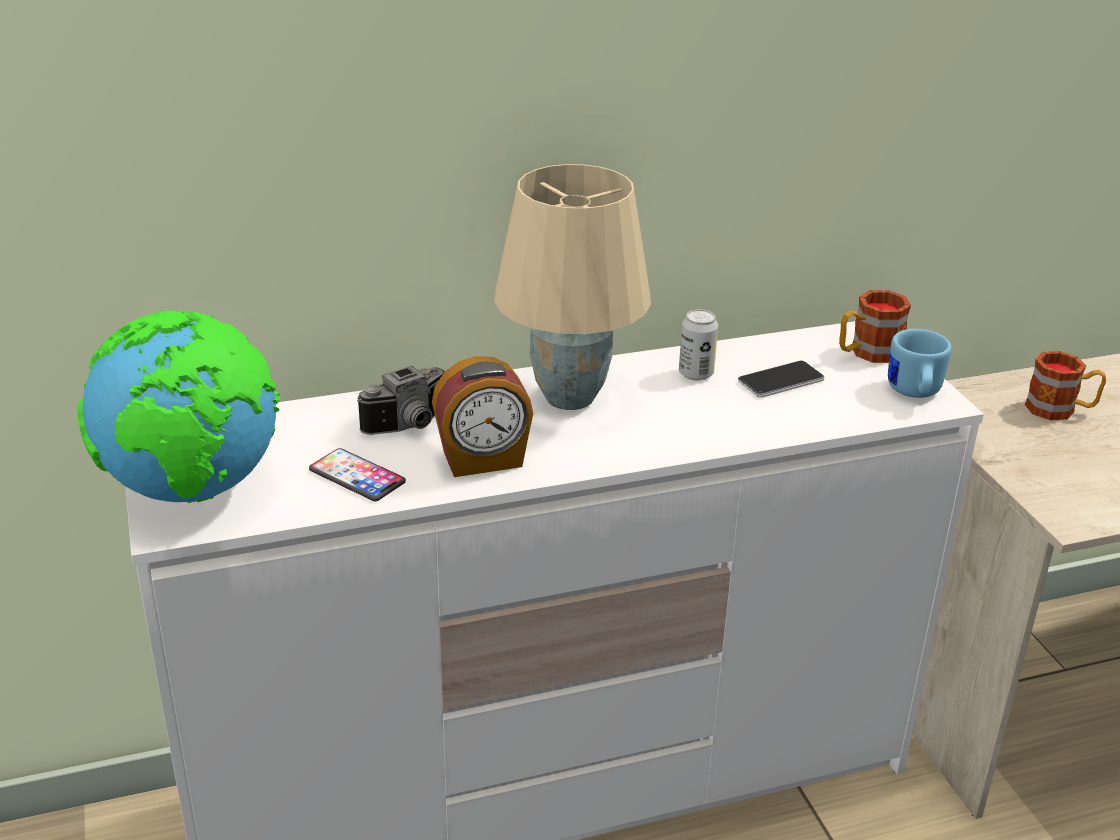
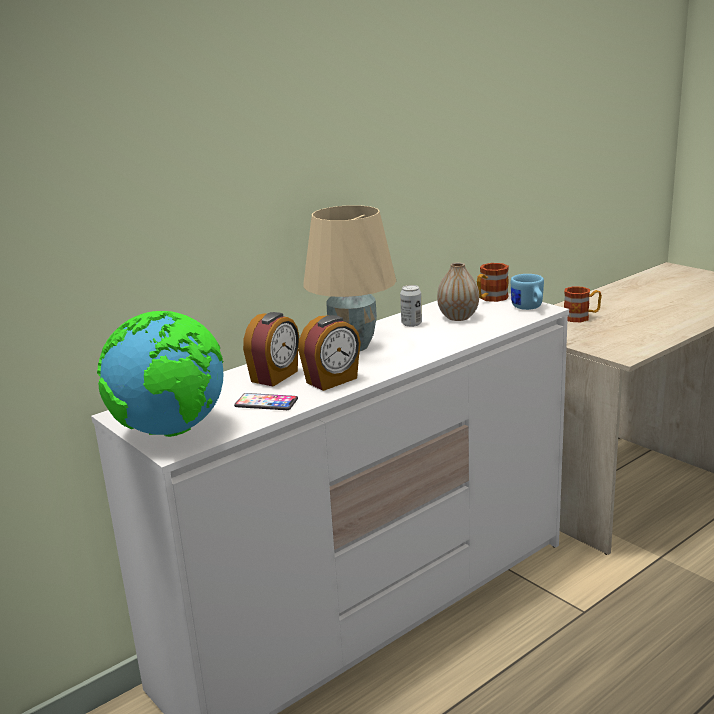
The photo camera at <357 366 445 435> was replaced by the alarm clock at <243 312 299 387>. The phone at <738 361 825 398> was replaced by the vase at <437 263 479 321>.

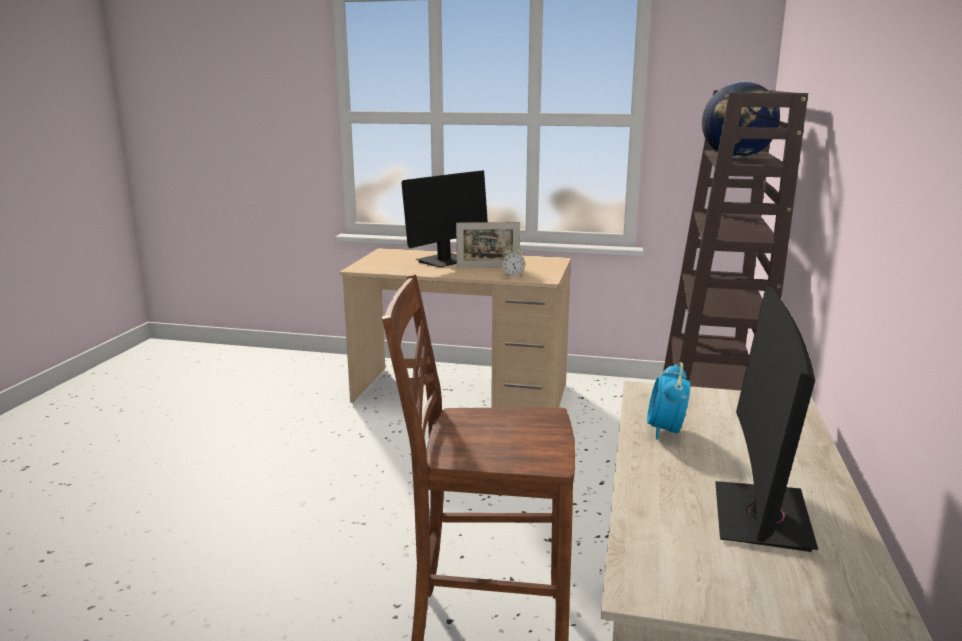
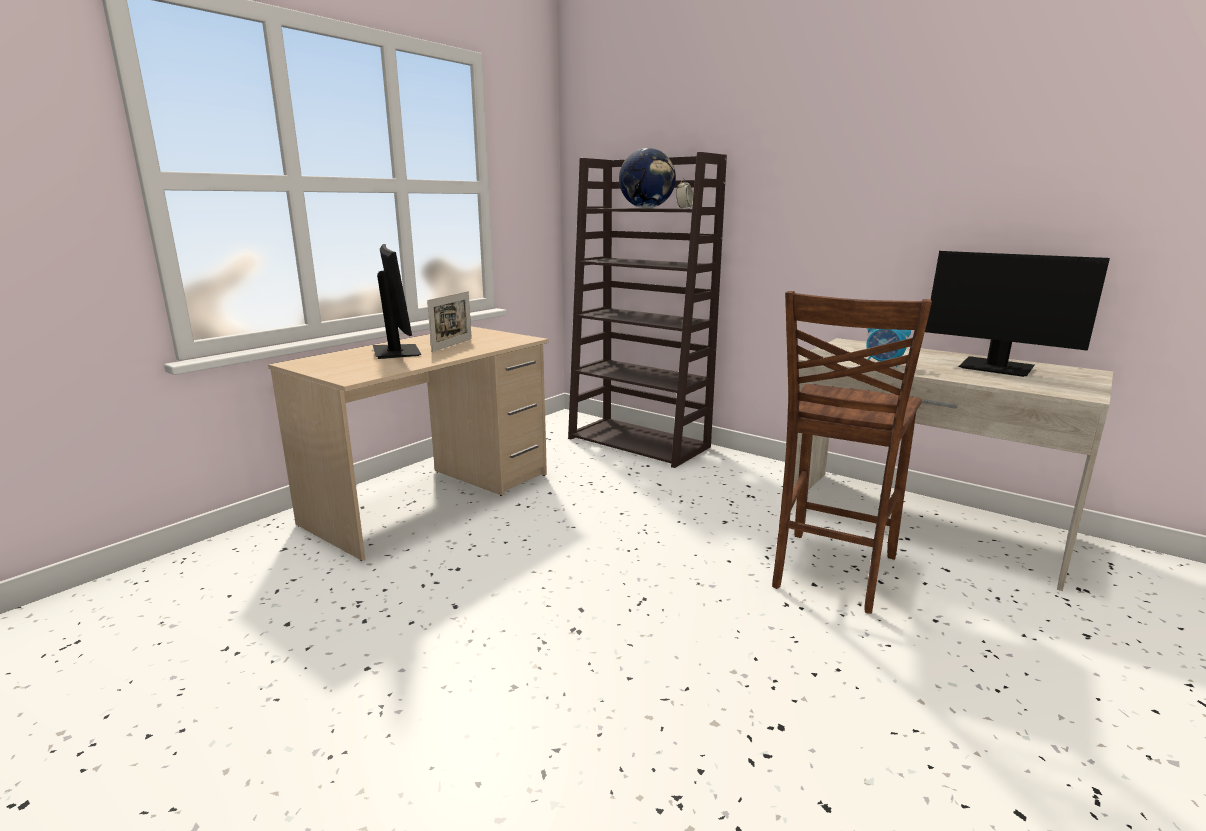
The alarm clock moved from <502 245 525 277> to <676 178 693 208>.

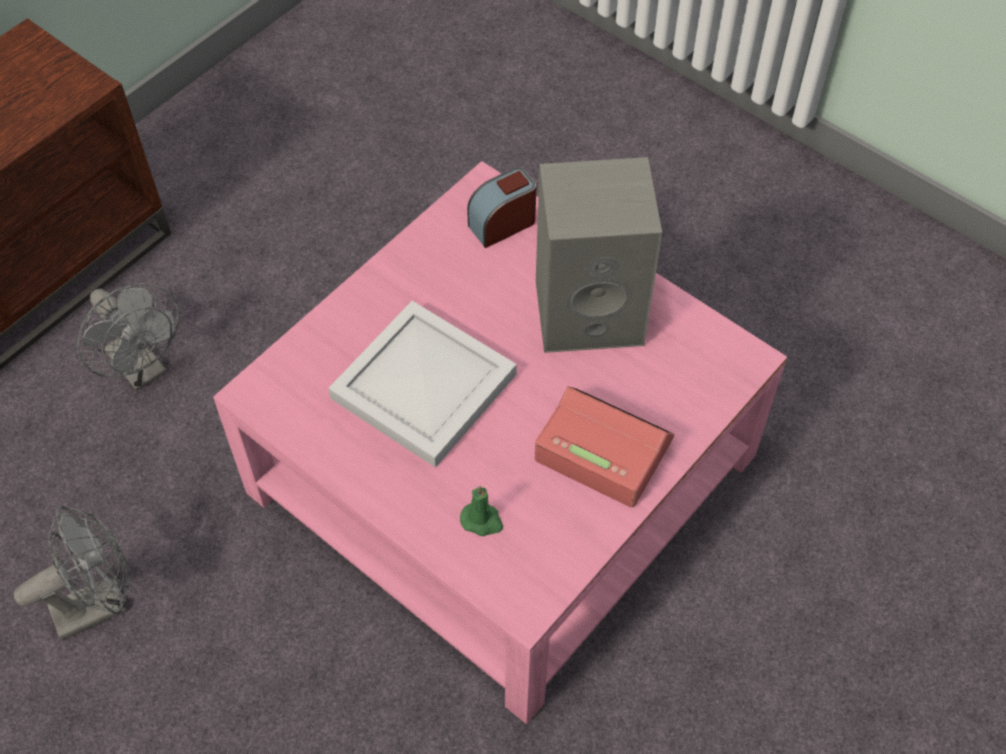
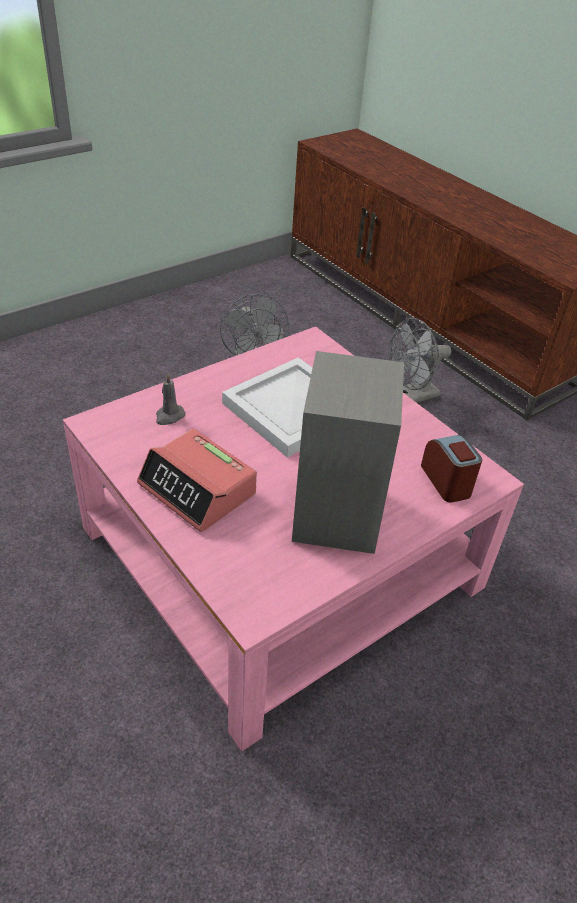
The candle (green) at <460 486 503 536> became the candle (grey) at <156 373 185 425>. The alarm clock at <535 386 674 508> turned 90 degrees clockwise.

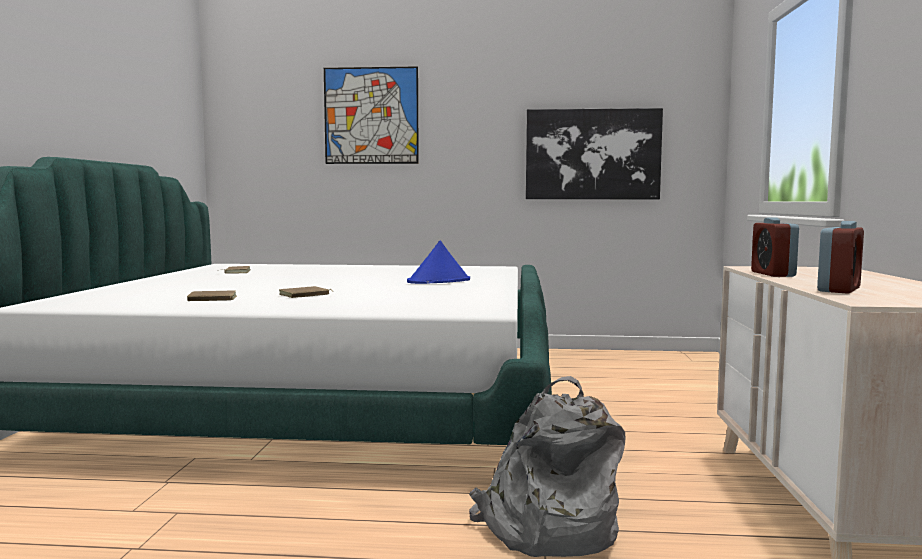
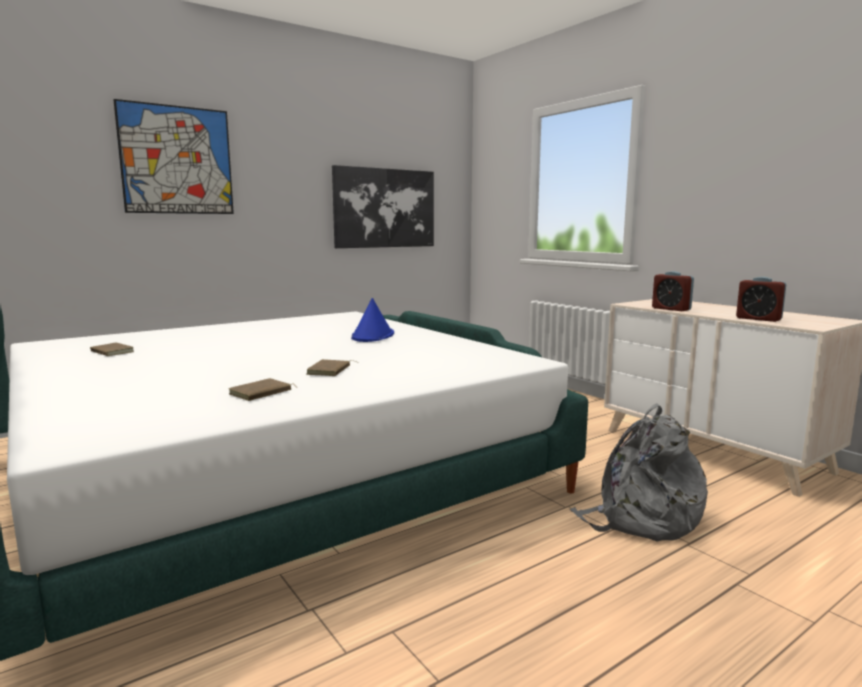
The alarm clock at <817 221 864 294> turned 135 degrees clockwise.

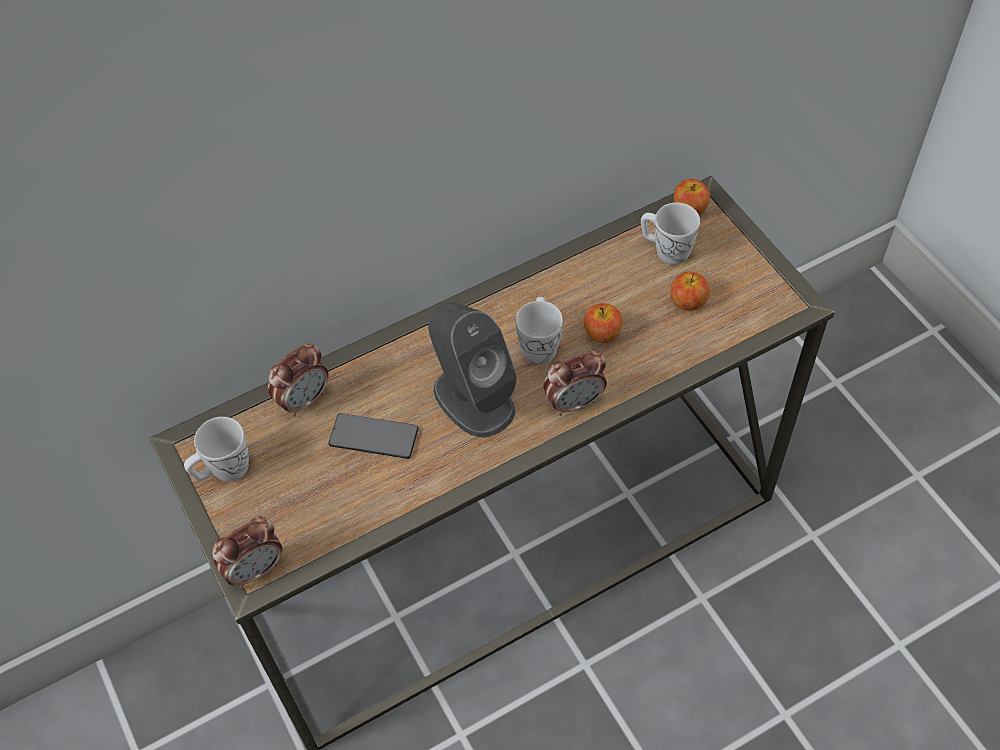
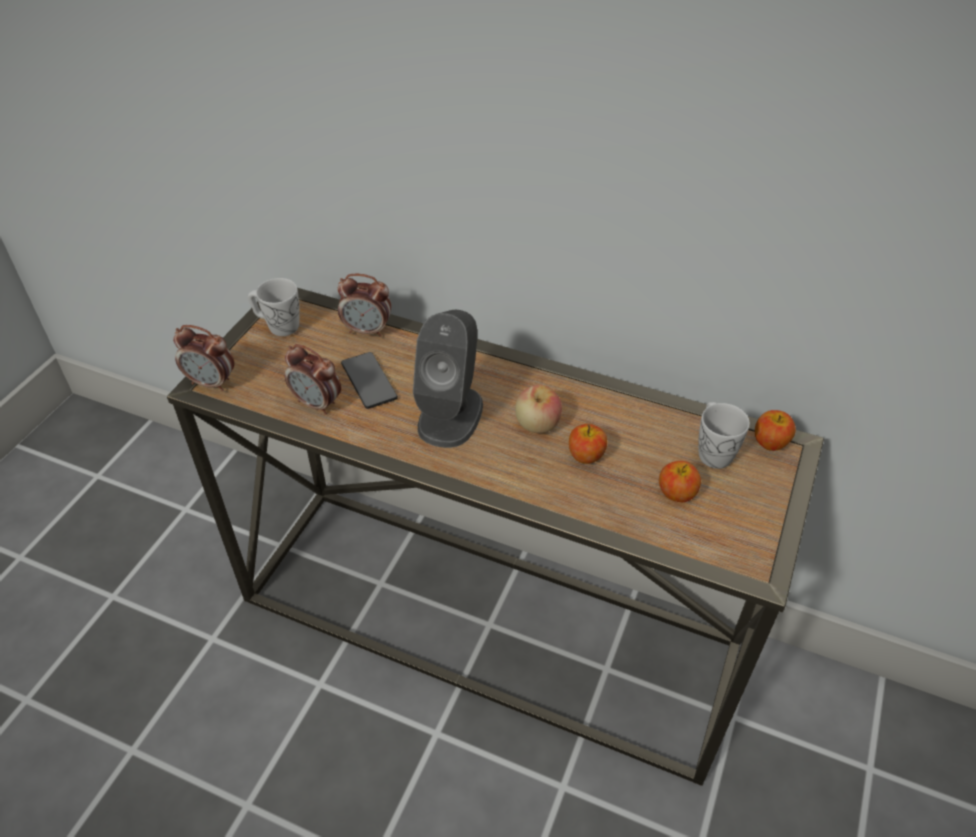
The alarm clock moved from <543 351 607 416> to <285 344 341 415>. The mug (white) at <515 297 563 364> was replaced by the apple at <515 384 562 433>.

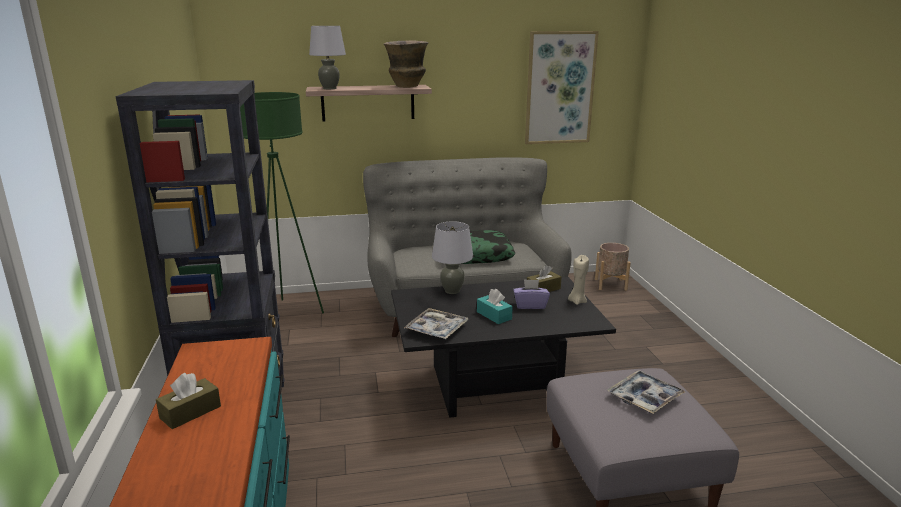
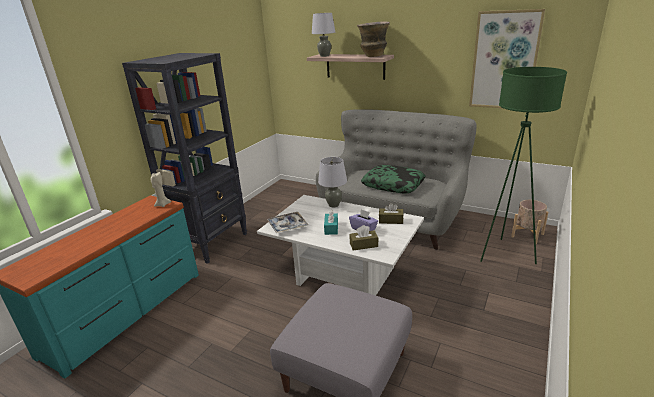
The tray at <608 370 685 414> disappeared. The tissue box (brown) moved from <156 373 221 429> to <349 225 378 250>. The floor lamp (green) moved from <240 92 324 314> to <480 67 567 264>. The candle (beige) moved from <568 255 589 305> to <151 172 171 207>. The coffee table (black) at <391 277 616 418> became the coffee table (white) at <257 195 424 295>.

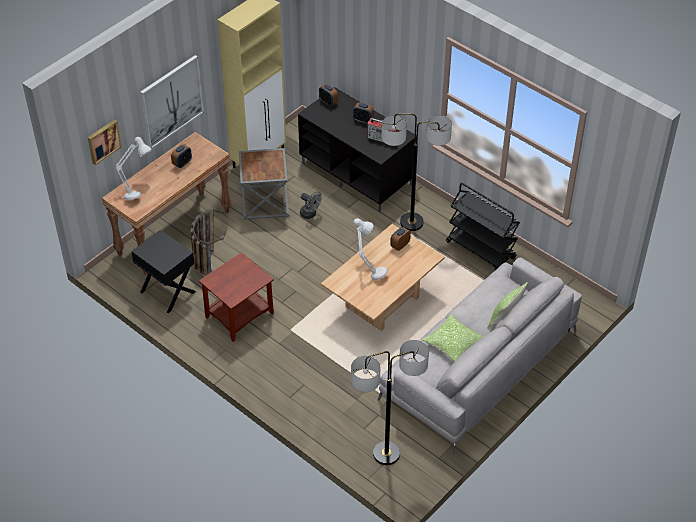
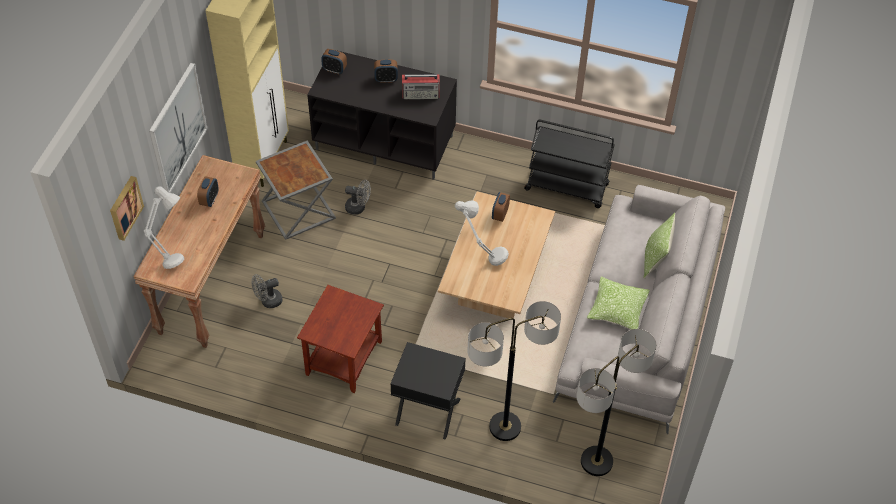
The nightstand (black) moved from <131 230 196 313> to <390 342 466 440>. The floor lamp moved from <381 113 452 231> to <467 301 561 441>. The basket at <191 209 227 275> was replaced by the fan (grey) at <251 274 282 308>.

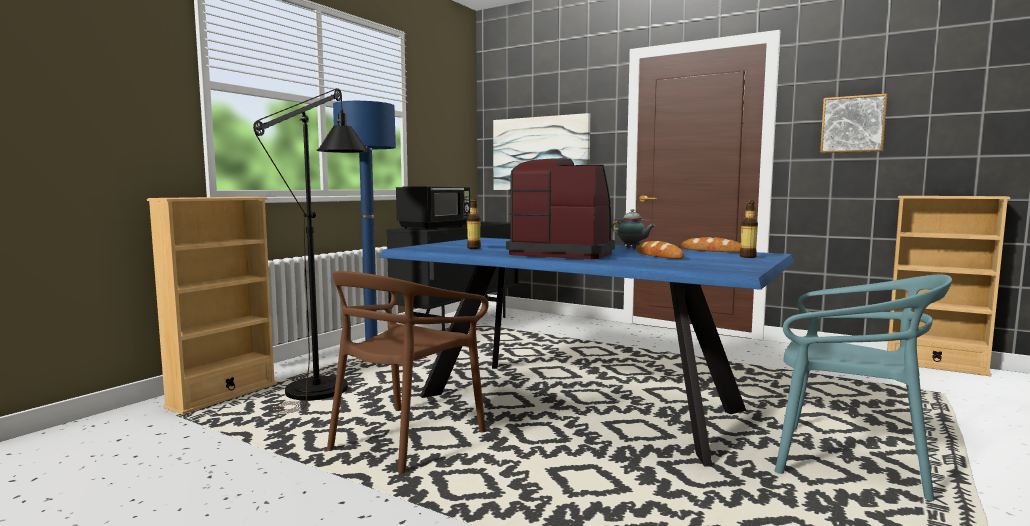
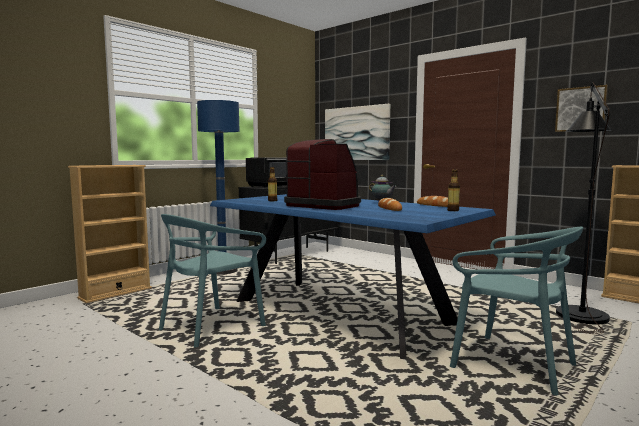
The floor lamp (black) moved from <253 88 370 414> to <556 82 612 334>. The chair (brown) at <327 271 489 474> became the chair (turquoise) at <159 214 266 347>.

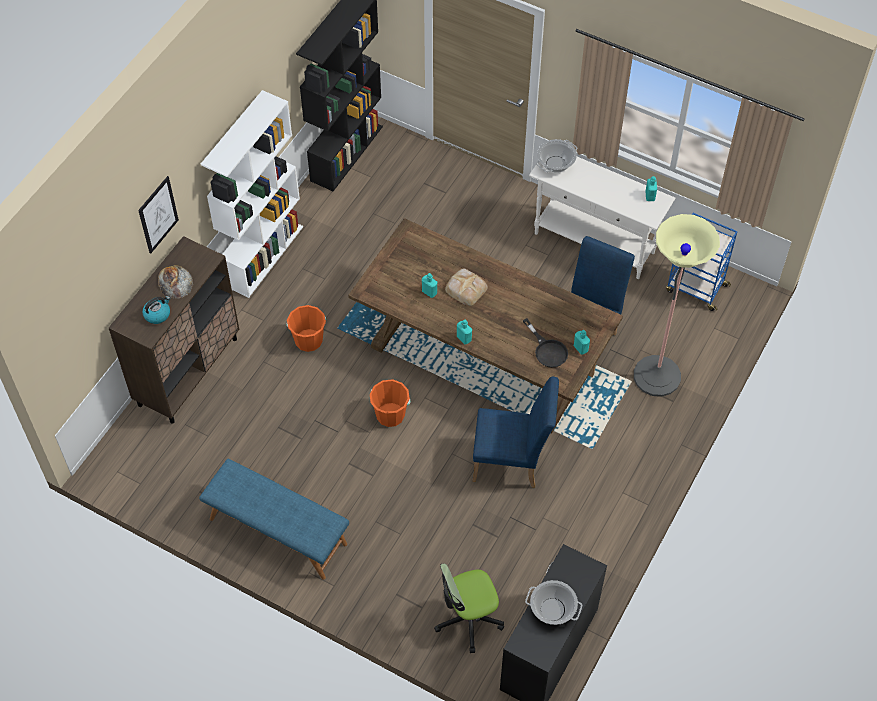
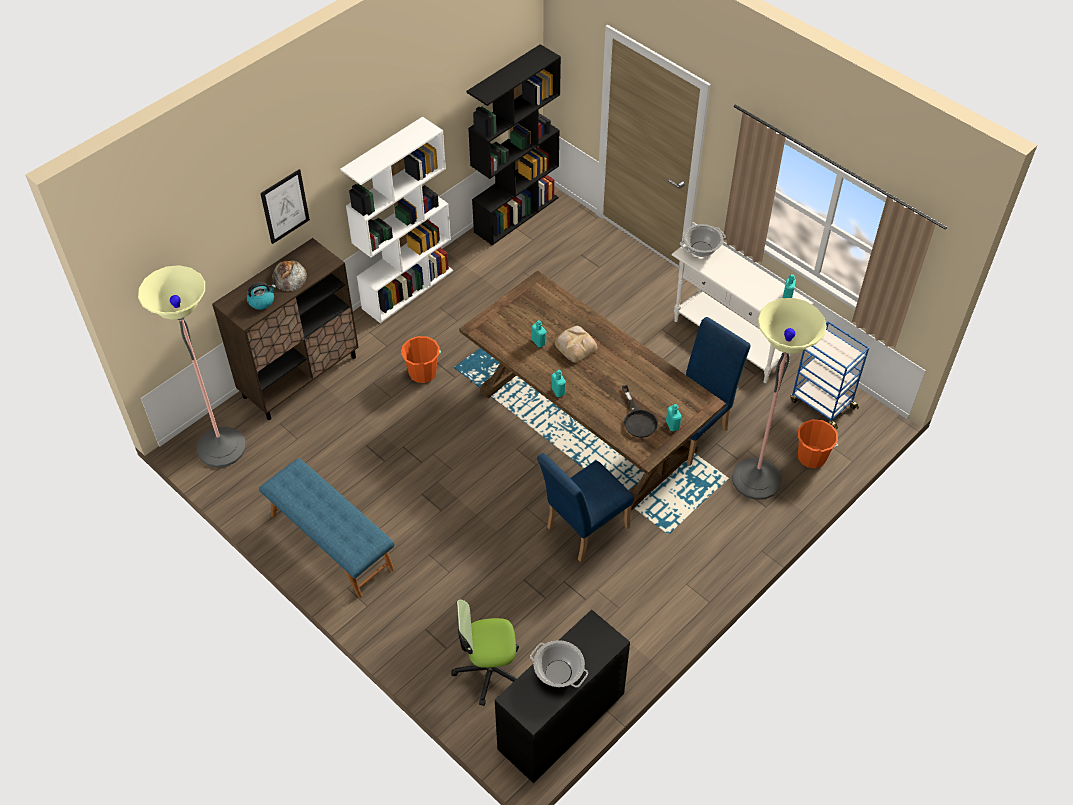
The floor lamp at <138 265 246 468> appeared. The bucket (orange) moved from <370 379 411 427> to <798 419 838 468>. The chair (blue) at <472 377 559 488> turned 120 degrees clockwise.

